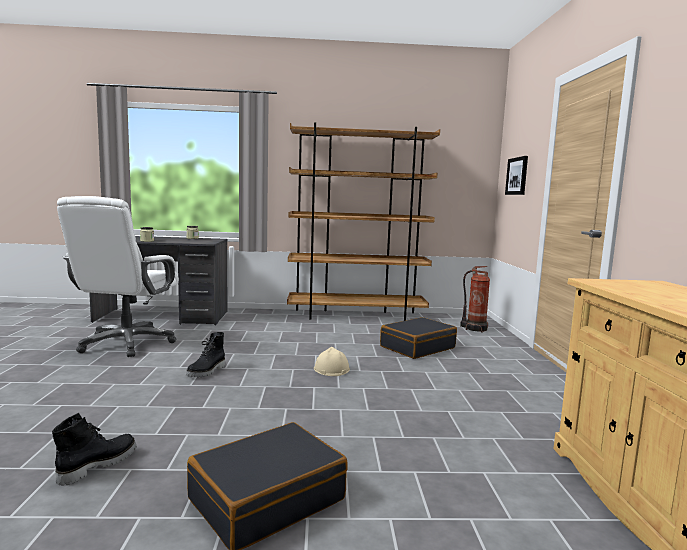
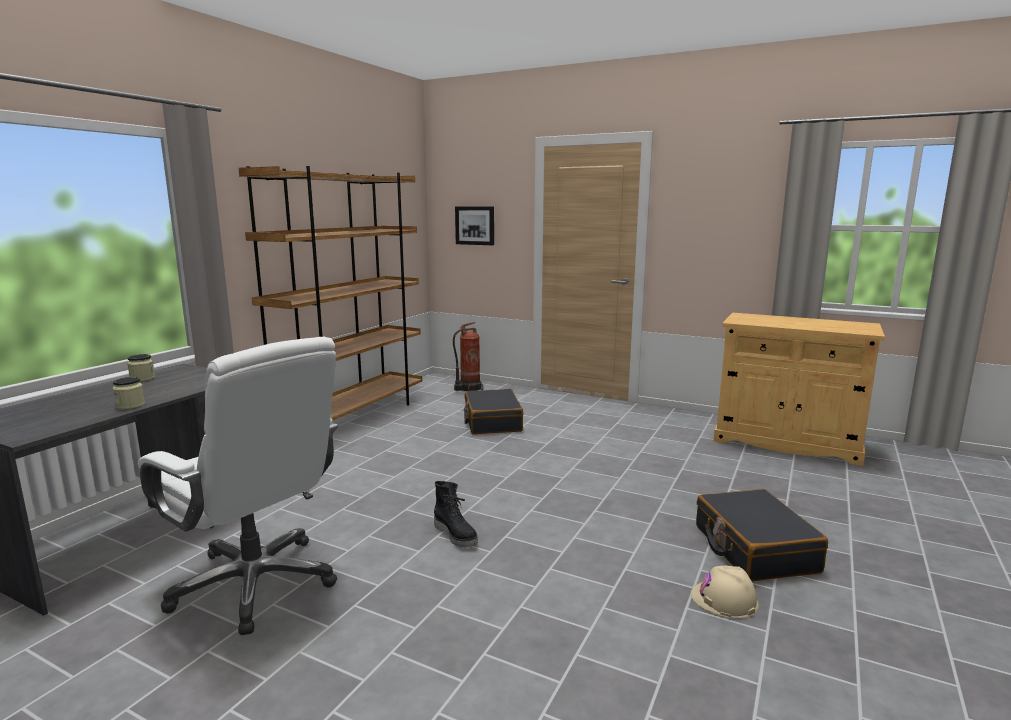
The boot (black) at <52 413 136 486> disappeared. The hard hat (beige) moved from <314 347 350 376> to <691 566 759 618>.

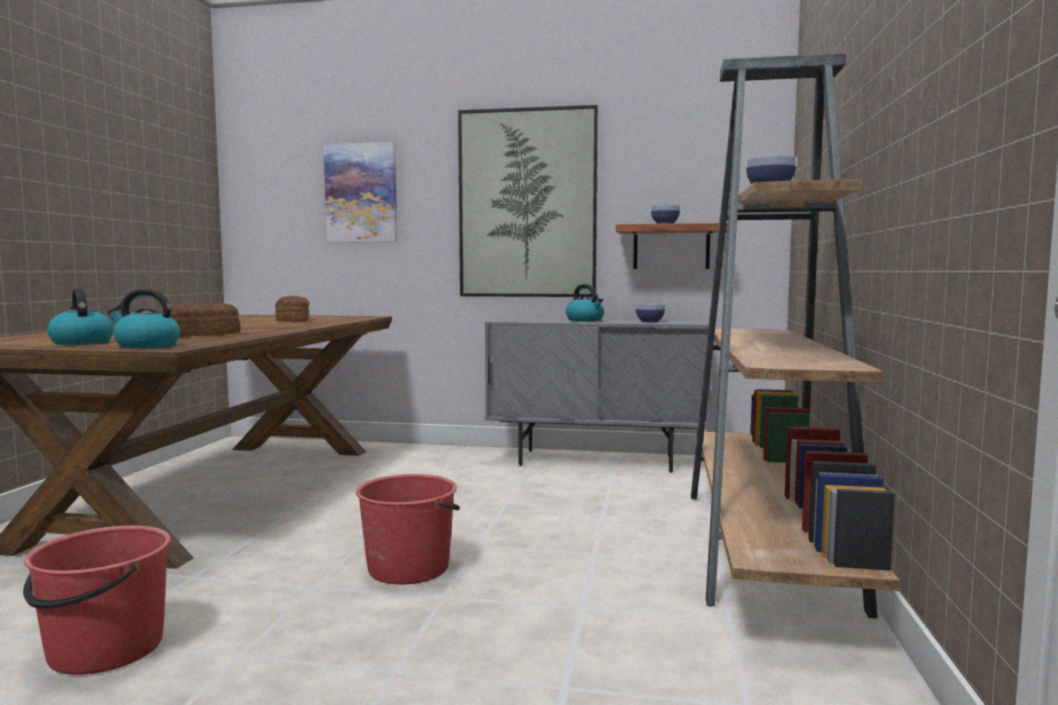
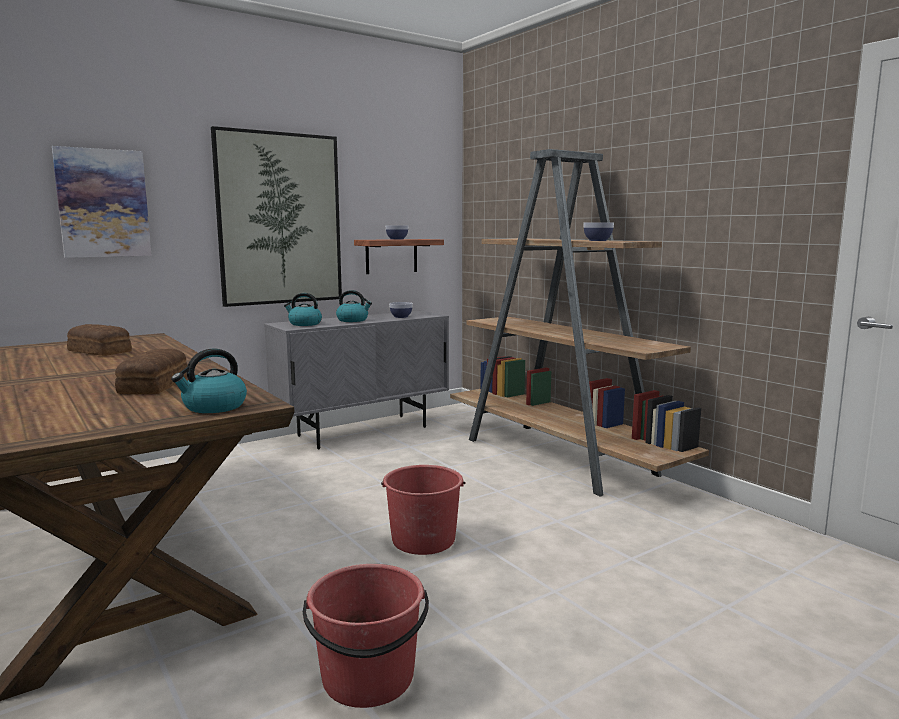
The kettle moved from <47 288 114 345> to <284 293 322 326>.

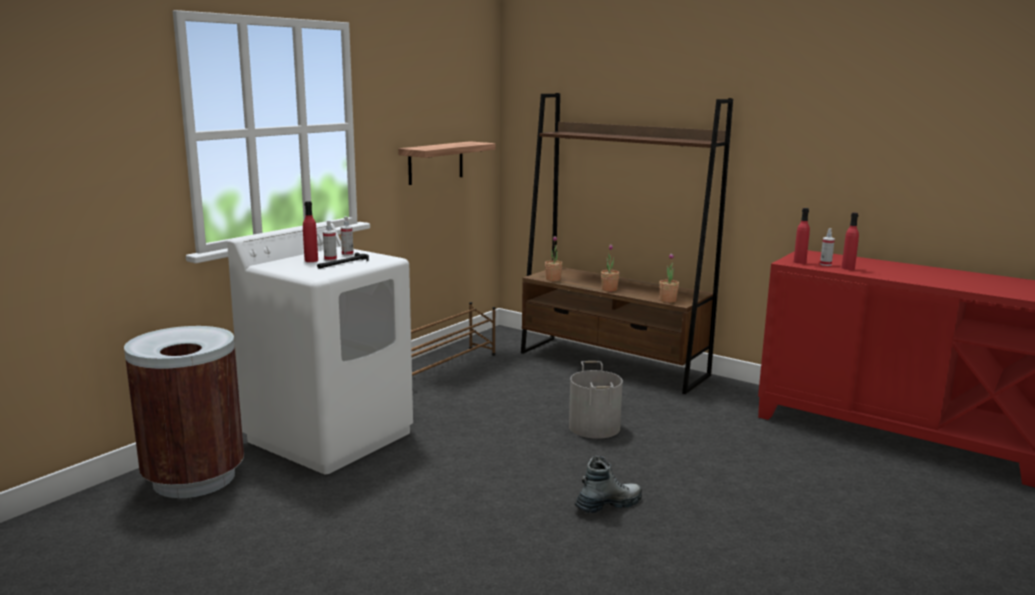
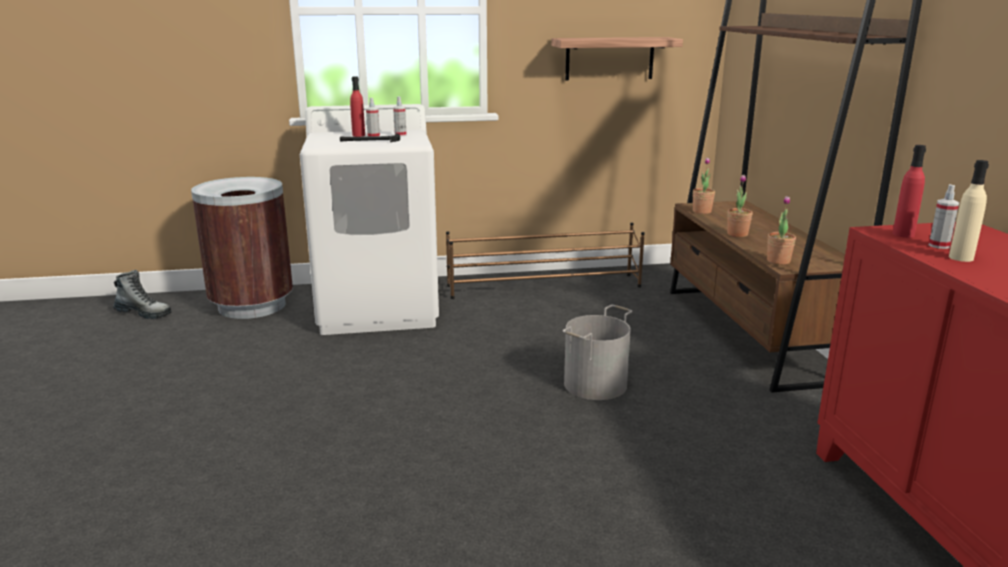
The boot moved from <574 456 642 513> to <113 270 172 319>. The bottle (red) at <841 213 859 270> became the bottle (beige) at <949 160 989 262>.

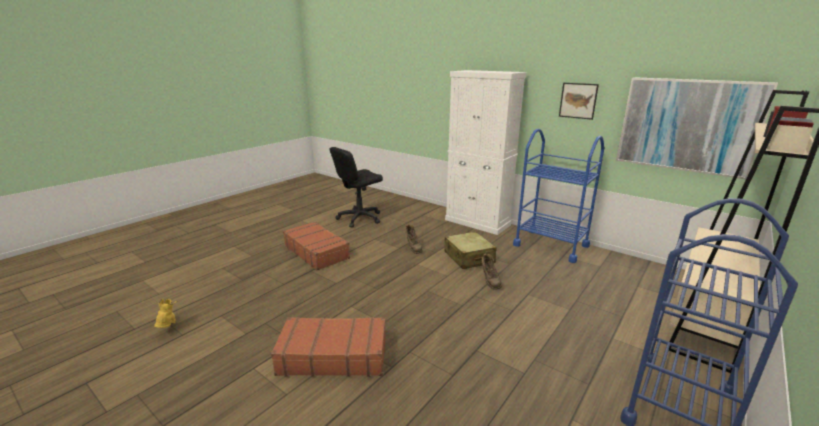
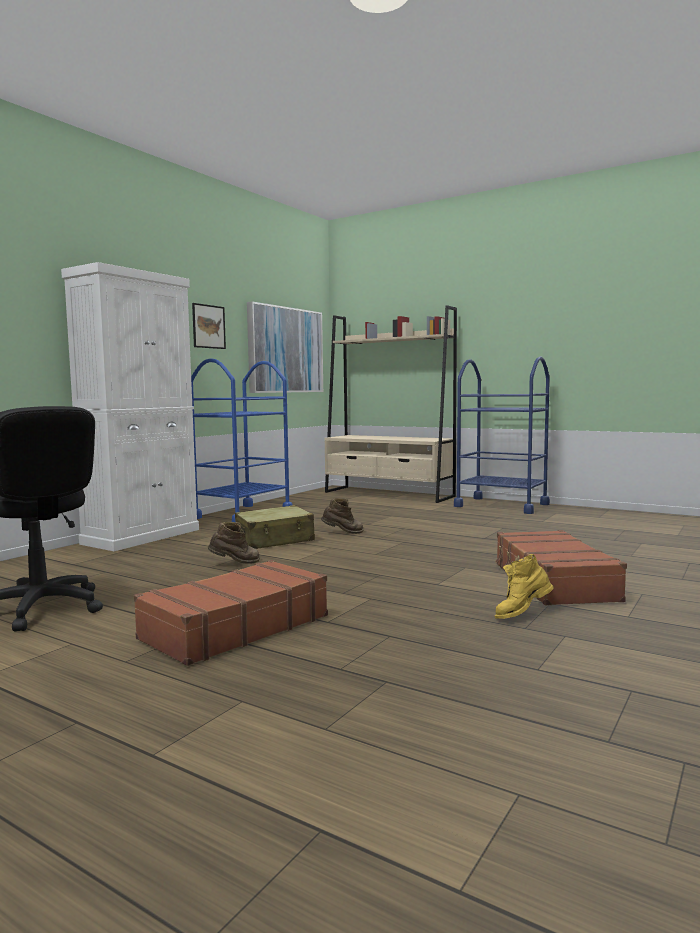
The boot (yellow) moved from <154 299 178 328> to <495 554 554 619>.

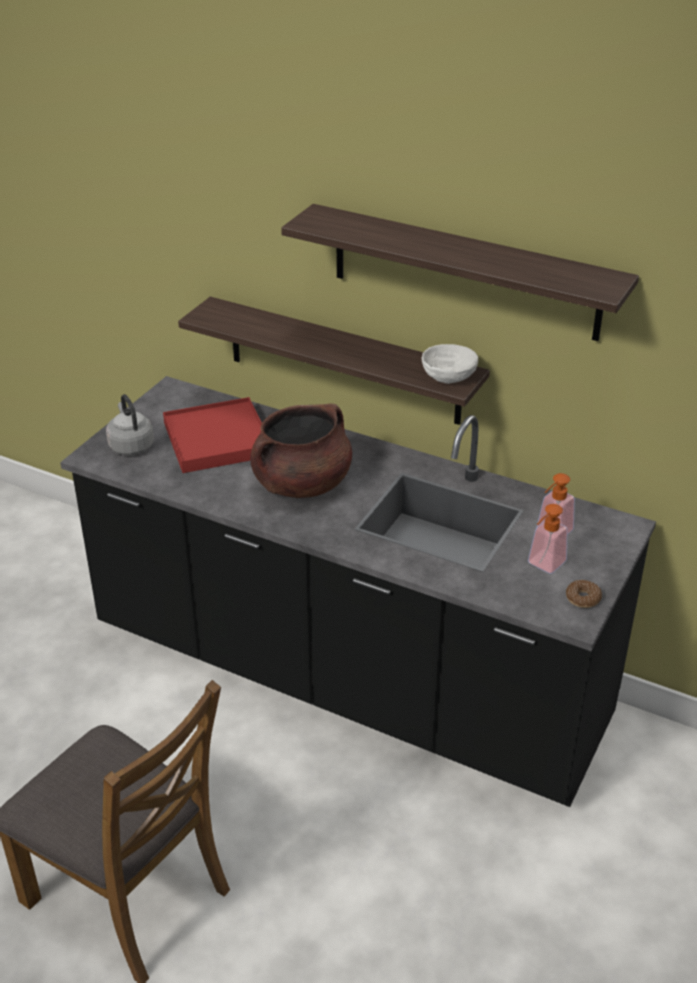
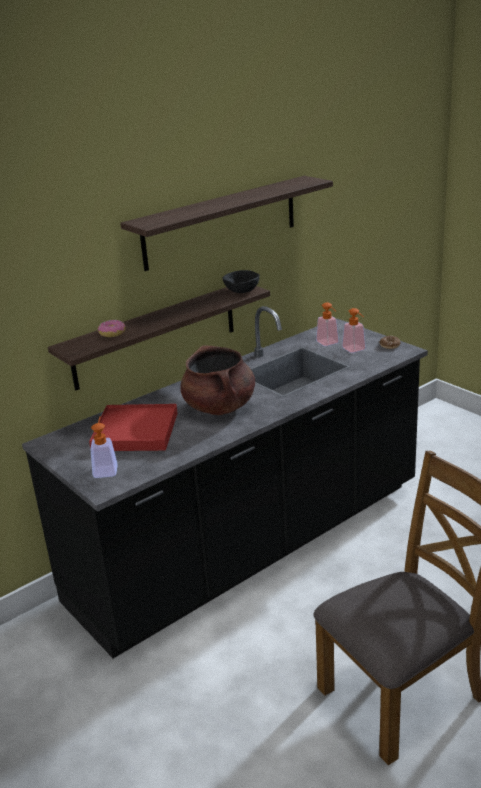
The donut at <98 320 125 337> appeared. The kettle (grey) at <106 394 154 455> was replaced by the soap dispenser at <90 416 118 478>. The bowl (white) at <422 344 478 384> became the bowl (black) at <222 270 259 293>.

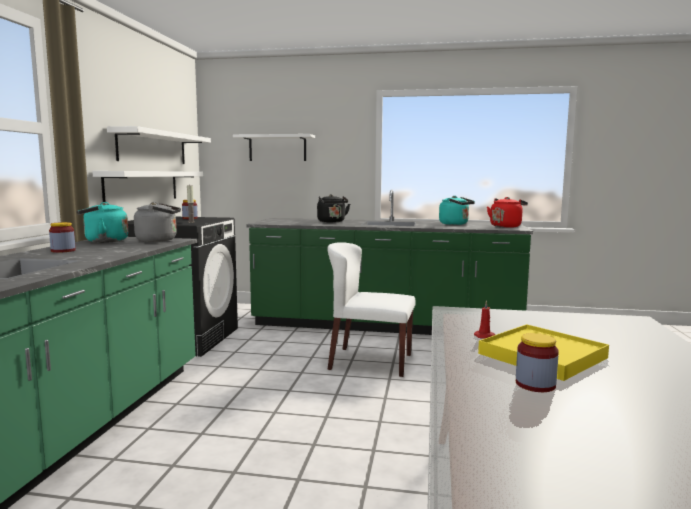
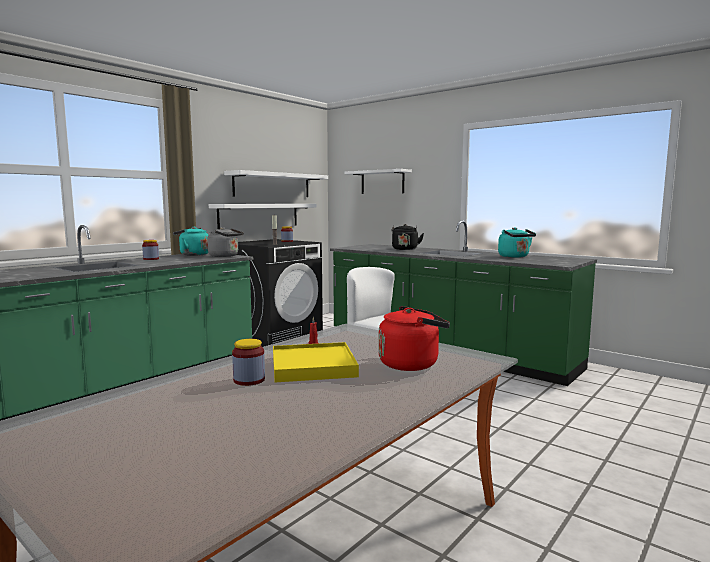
The kettle (red) moved from <487 197 528 228> to <378 306 450 371>.

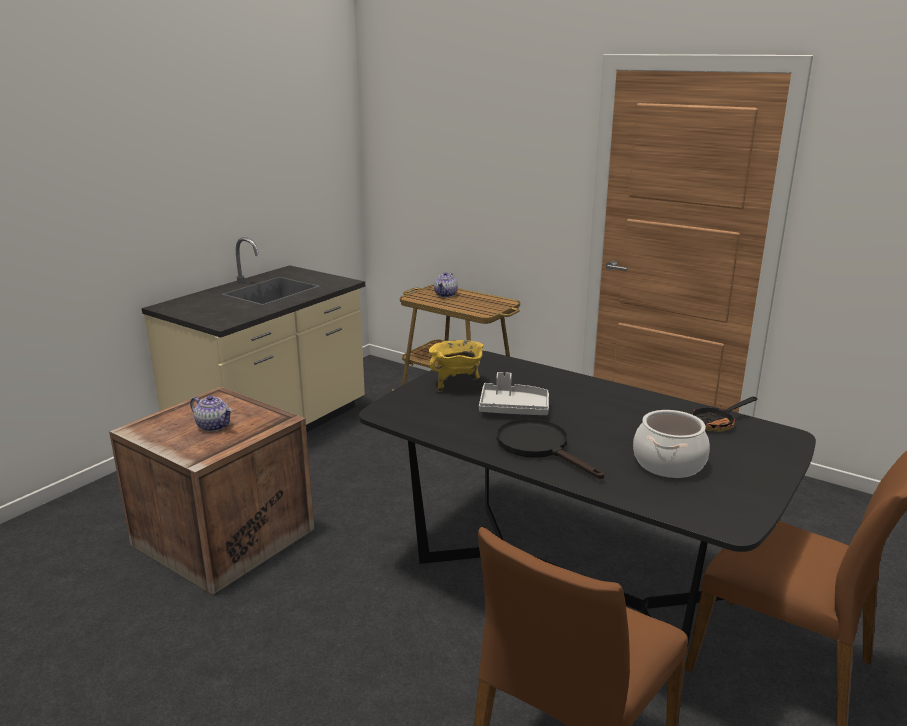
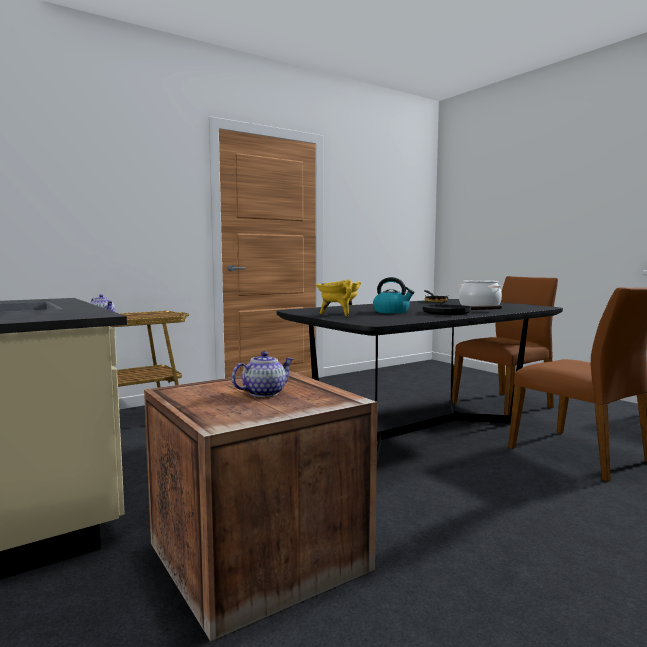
The tray (grey) at <479 372 549 415> was replaced by the kettle at <373 277 415 314>.

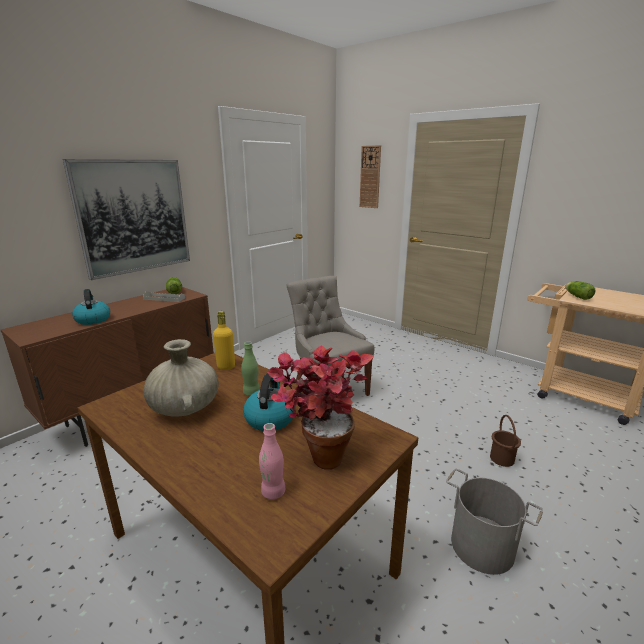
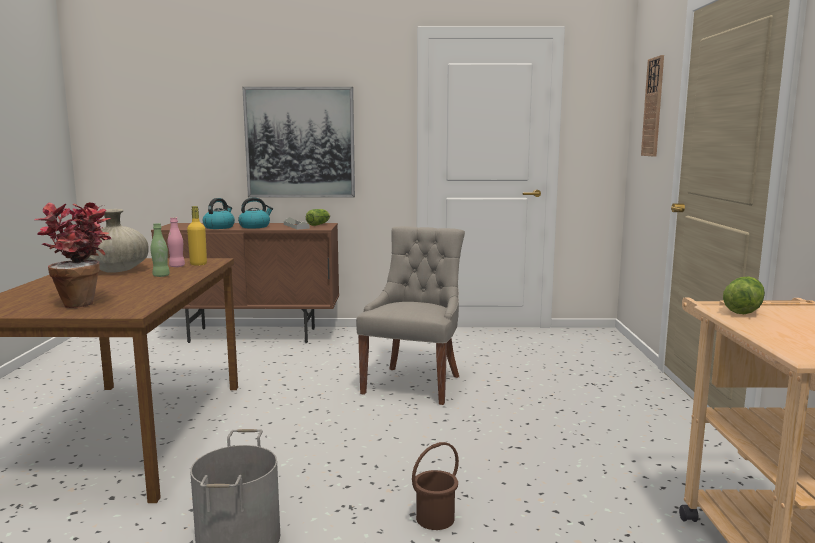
The kettle moved from <243 373 296 431> to <238 197 273 228>. The bottle (pink) moved from <259 423 285 499> to <168 217 185 267>.

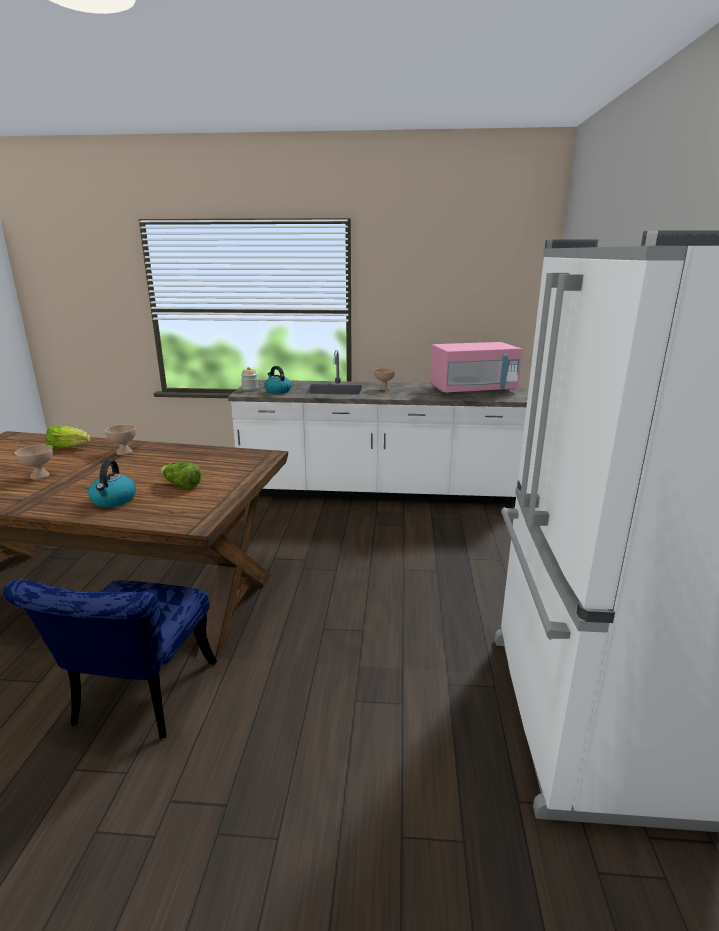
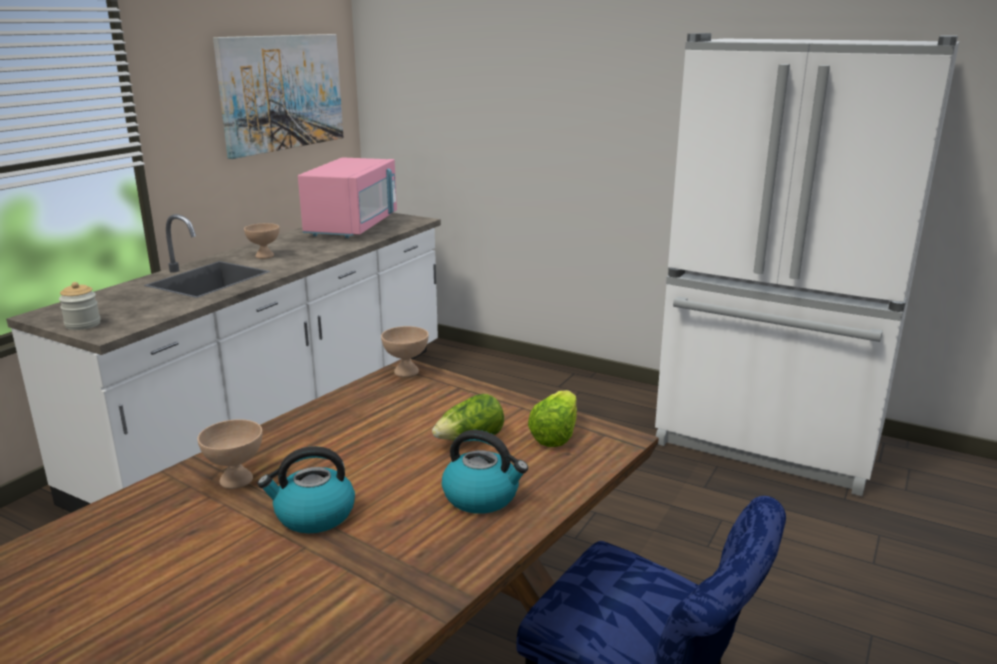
The picture at <213 34 344 159> appeared. The bowl (beige) moved from <15 445 53 480> to <381 326 429 377>. The lettuce moved from <45 425 90 449> to <528 390 577 447>. The kettle moved from <264 366 291 394> to <258 446 355 533>.

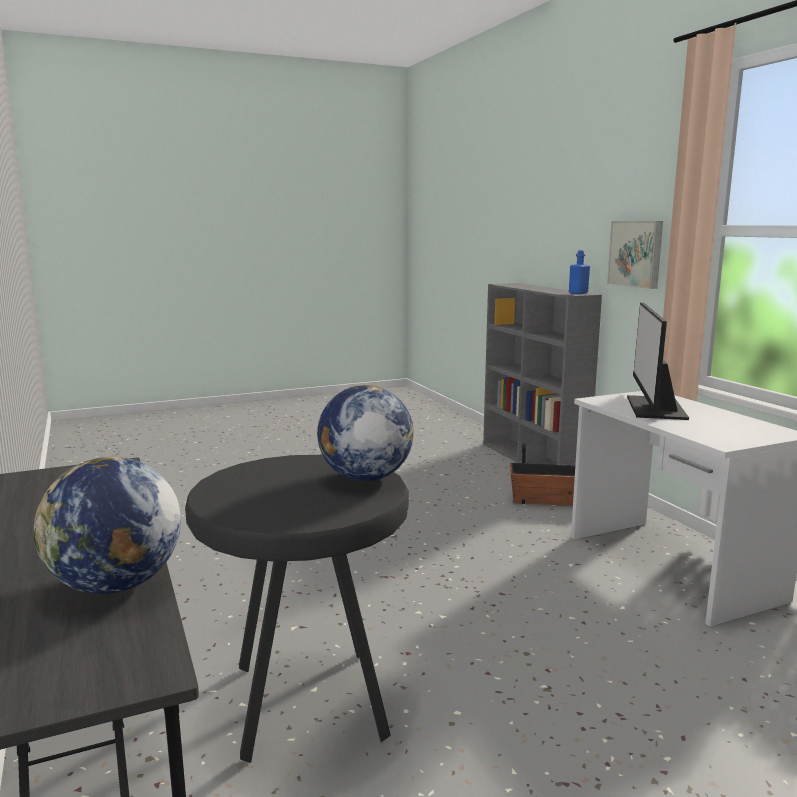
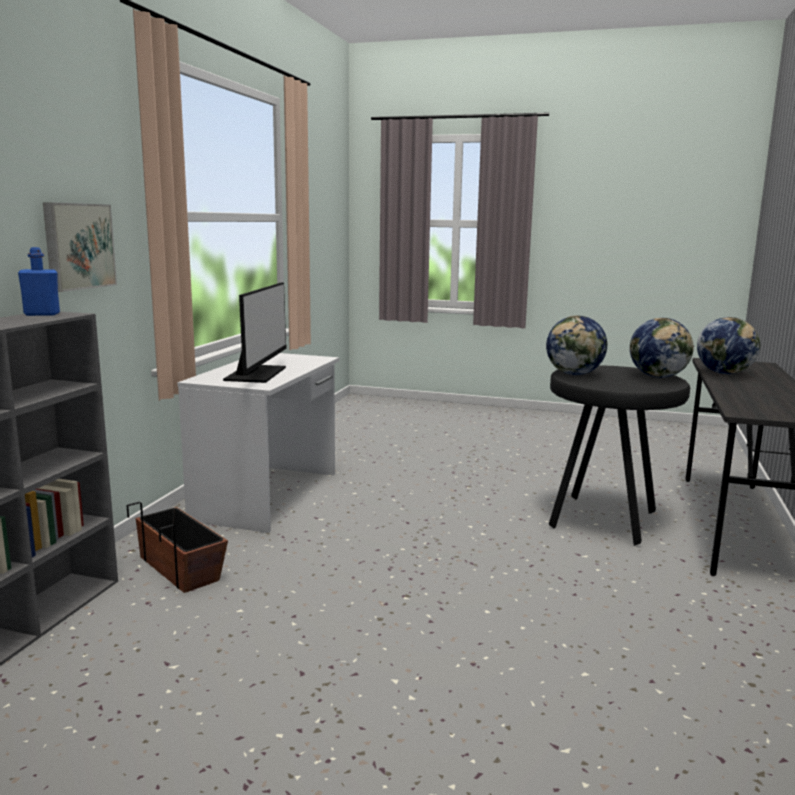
The globe at <630 318 694 378> appeared. The monitor at <627 302 689 420> turned 45 degrees counterclockwise.

